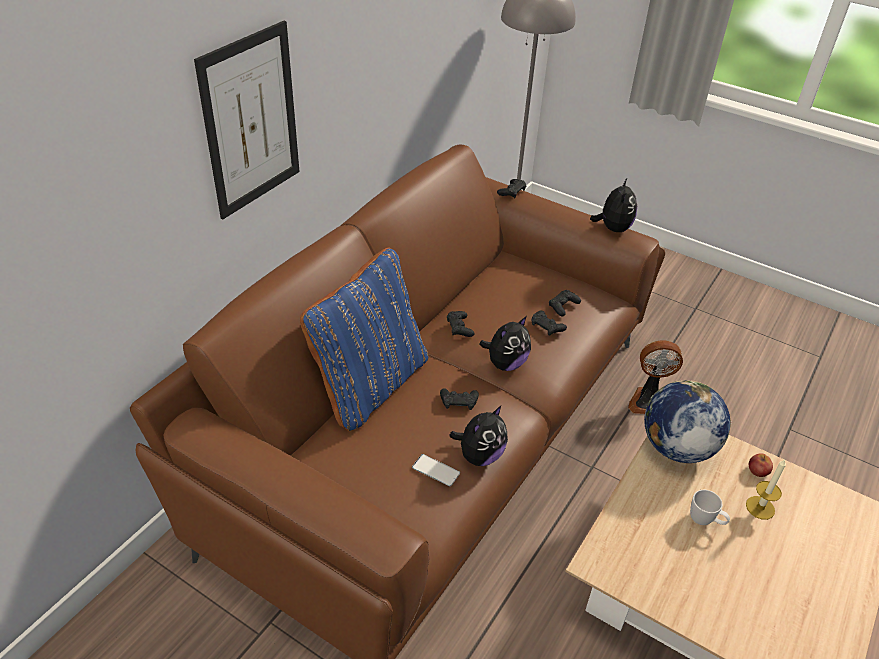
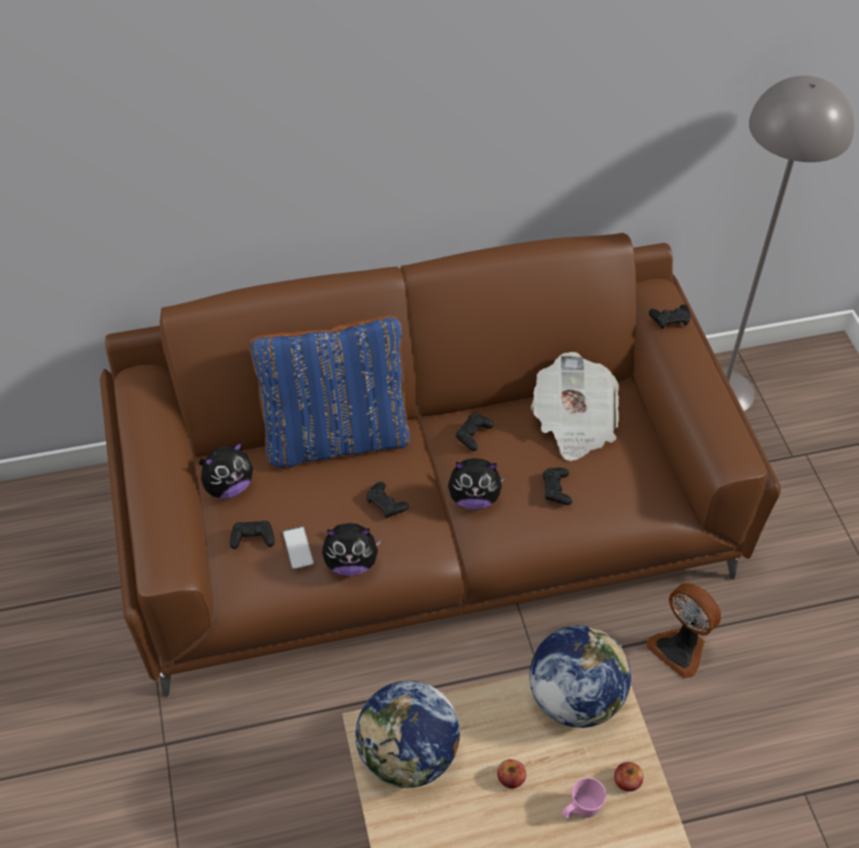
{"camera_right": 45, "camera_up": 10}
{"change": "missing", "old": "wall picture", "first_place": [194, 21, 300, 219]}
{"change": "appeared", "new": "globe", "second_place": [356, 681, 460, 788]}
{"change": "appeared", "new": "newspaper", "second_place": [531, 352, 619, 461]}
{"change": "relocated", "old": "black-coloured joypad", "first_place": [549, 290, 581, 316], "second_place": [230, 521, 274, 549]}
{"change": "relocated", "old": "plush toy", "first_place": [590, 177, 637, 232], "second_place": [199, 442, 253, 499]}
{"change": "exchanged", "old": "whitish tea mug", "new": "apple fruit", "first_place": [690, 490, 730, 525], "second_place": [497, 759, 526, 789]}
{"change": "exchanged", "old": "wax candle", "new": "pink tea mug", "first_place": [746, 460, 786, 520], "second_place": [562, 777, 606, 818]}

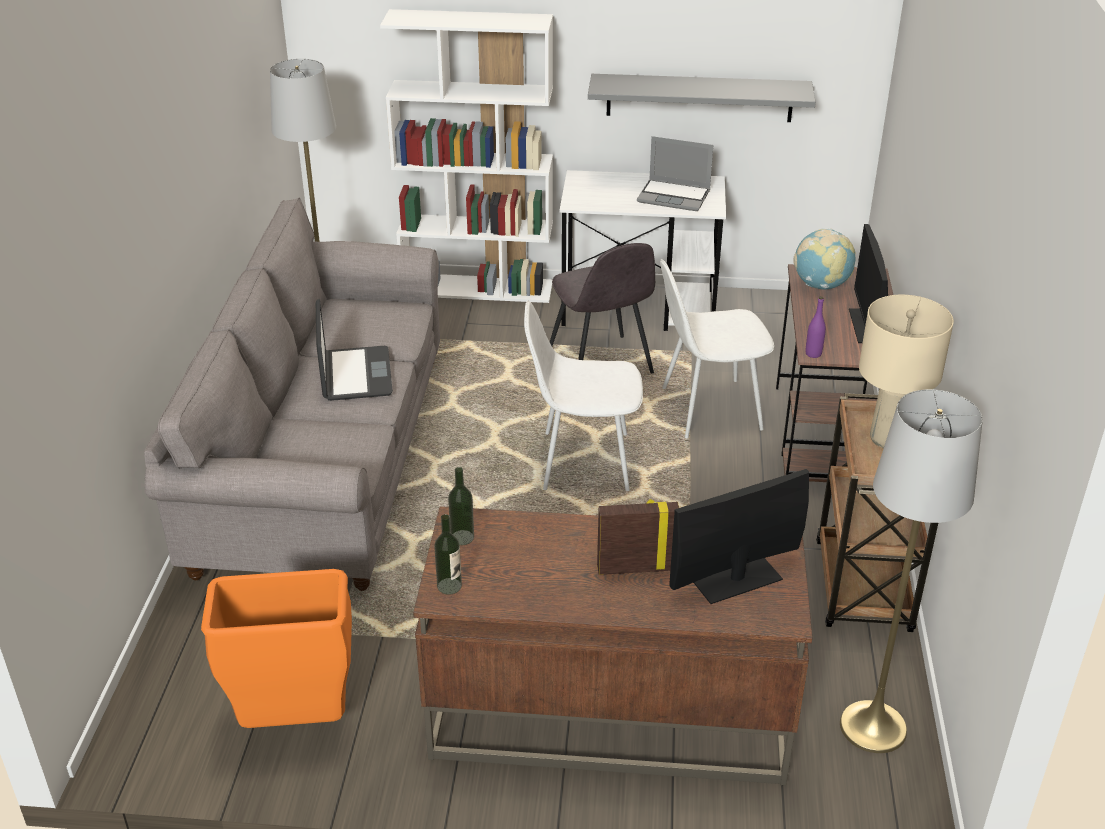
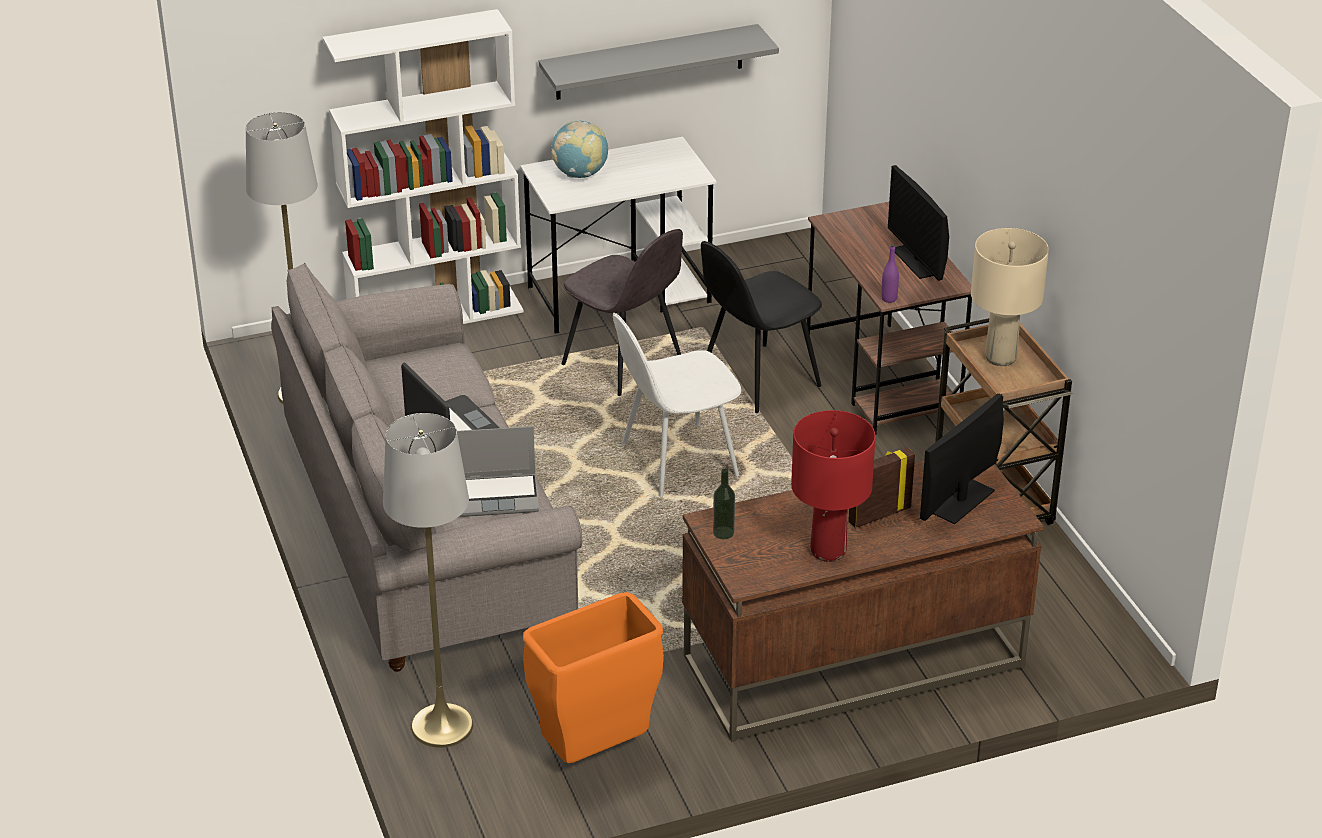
{"camera_right": -25, "camera_up": 0}
{"change": "missing", "old": "drink bottle", "first_place": [434, 514, 462, 595]}
{"change": "appeared", "new": "red table lamp", "second_place": [791, 410, 876, 562]}
{"change": "relocated", "old": "portable computer", "first_place": [637, 136, 713, 211], "second_place": [457, 426, 539, 517]}
{"change": "relocated", "old": "globe", "first_place": [793, 229, 856, 290], "second_place": [551, 120, 608, 178]}
{"change": "relocated", "old": "grey standing lamp", "first_place": [840, 389, 983, 753], "second_place": [383, 413, 473, 748]}
{"change": "colour", "old": "whitish chair", "new": "black-coloured chair", "first_place": [660, 259, 774, 439], "second_place": [701, 241, 822, 413]}

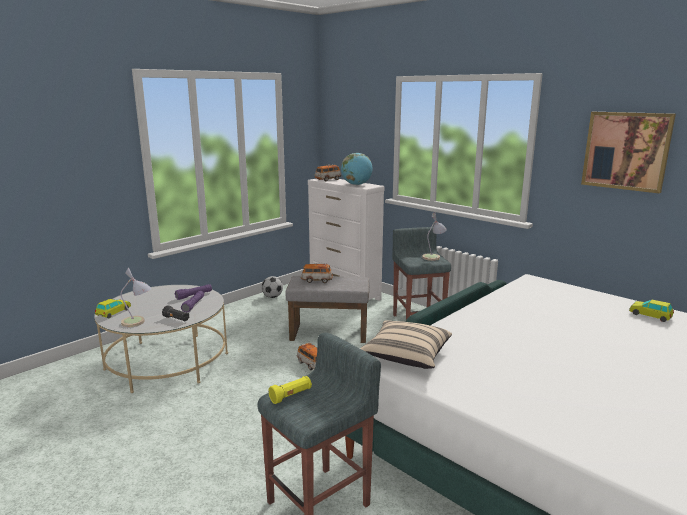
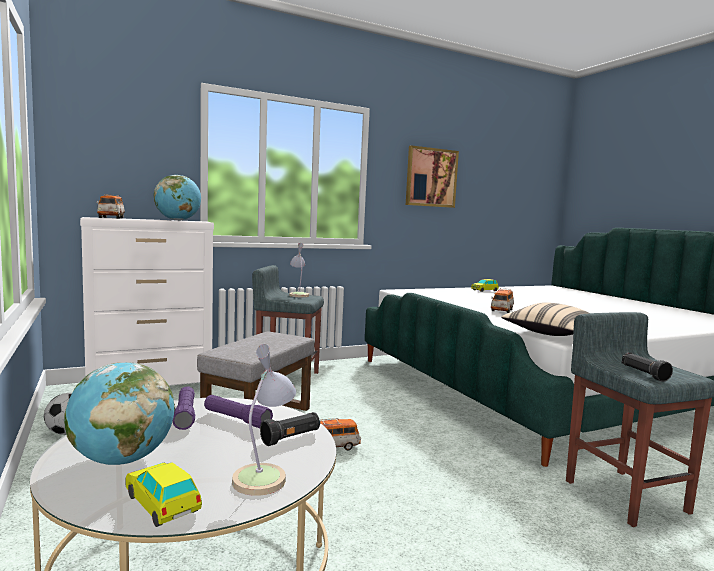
{"camera_right": -70, "camera_up": -10}
{"change": "appeared", "new": "globe", "second_place": [64, 362, 175, 465]}
{"change": "relocated", "old": "miniature car", "first_place": [301, 263, 333, 283], "second_place": [491, 288, 514, 313]}
{"change": "colour", "old": "yellowish torch", "new": "black-coloured torch", "first_place": [268, 376, 312, 404], "second_place": [622, 352, 673, 382]}

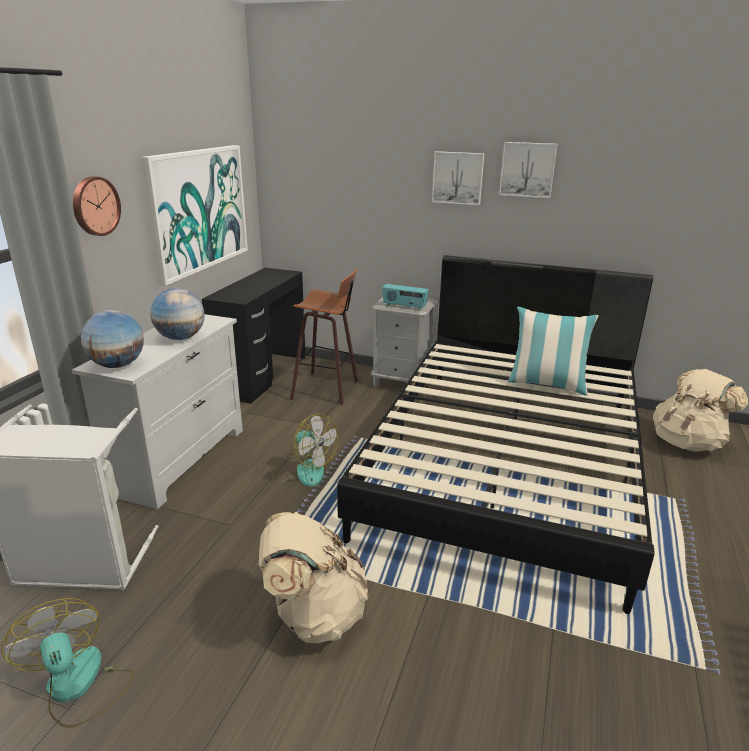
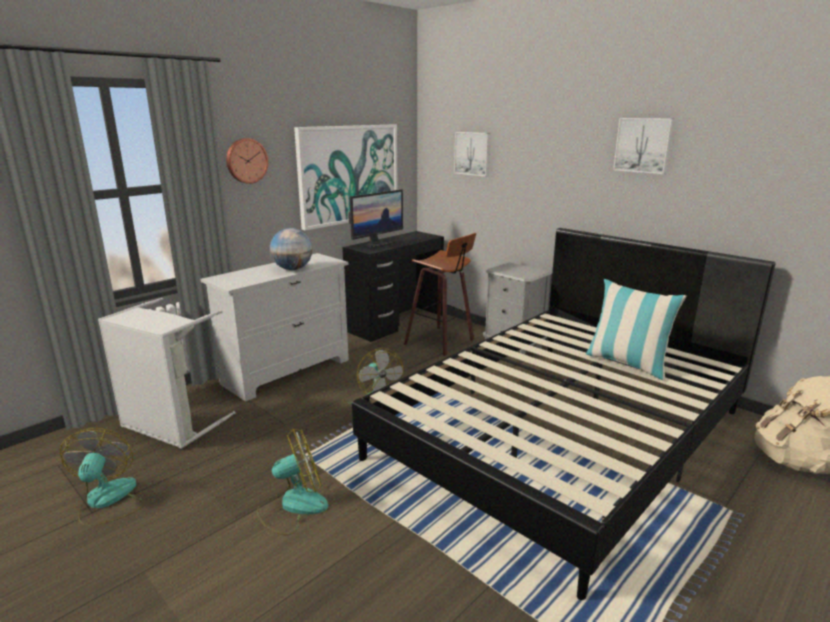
{"camera_right": 25, "camera_up": -5}
{"change": "missing", "old": "globe", "first_place": [81, 310, 144, 368]}
{"change": "missing", "old": "radio", "first_place": [382, 284, 429, 310]}
{"change": "appeared", "new": "monitor", "second_place": [348, 189, 403, 248]}
{"change": "relocated", "old": "wall picture", "first_place": [432, 151, 485, 205], "second_place": [454, 132, 491, 177]}
{"change": "exchanged", "old": "beige rucksack", "new": "fan", "first_place": [259, 512, 369, 643], "second_place": [257, 429, 328, 535]}

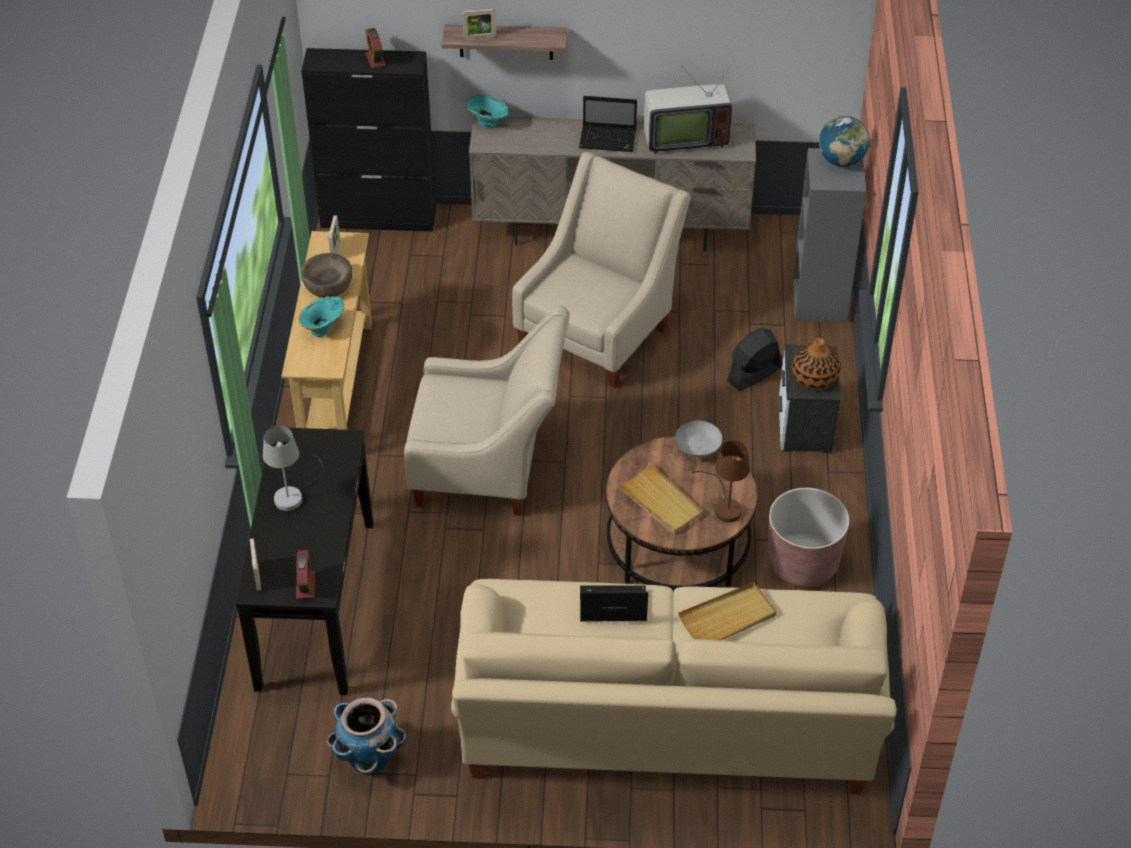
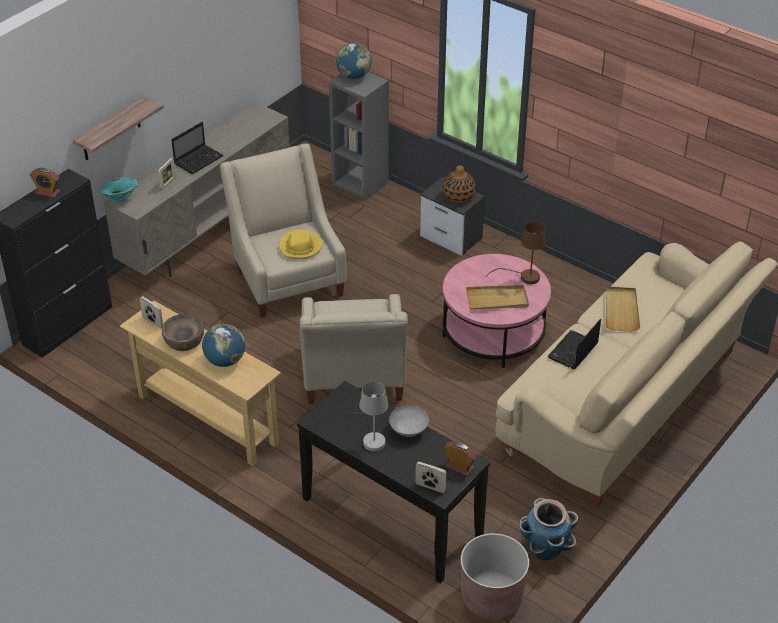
{"camera_right": -55, "camera_up": -5}
{"change": "missing", "old": "TV", "first_place": [644, 59, 736, 154]}
{"change": "missing", "old": "black-coloured fan", "first_place": [727, 328, 782, 391]}
{"change": "appeared", "new": "yellowish hat", "second_place": [279, 229, 322, 259]}
{"change": "relocated", "old": "standing frame", "first_place": [462, 8, 496, 40], "second_place": [158, 158, 176, 190]}
{"change": "relocated", "old": "grey deep dish", "first_place": [675, 421, 722, 458], "second_place": [389, 405, 429, 436]}
{"change": "relocated", "old": "brownish flower pot", "first_place": [767, 488, 849, 587], "second_place": [461, 533, 529, 620]}
{"change": "exchanged", "old": "blue-green decorative vase", "new": "globe", "first_place": [298, 296, 344, 337], "second_place": [202, 324, 245, 367]}
{"change": "colour", "old": "brownish lounge table", "new": "pink lounge table", "first_place": [606, 436, 758, 591], "second_place": [443, 254, 551, 368]}
{"change": "spun", "old": "beige lounge chair", "first_place": [404, 305, 570, 516], "second_place": [300, 294, 408, 404], "degrees": 135}

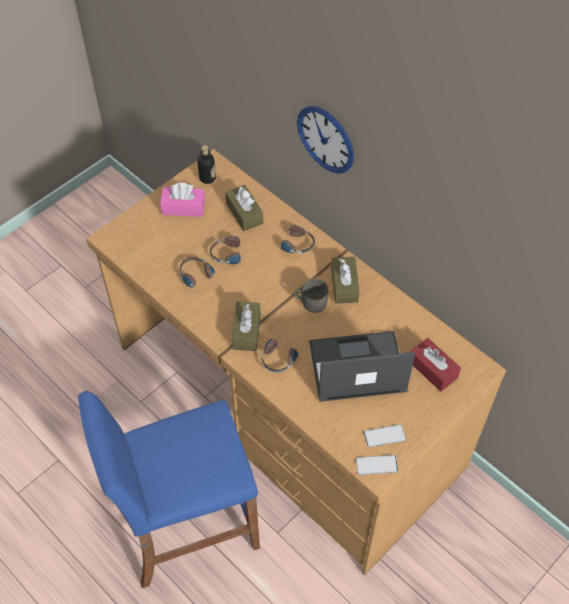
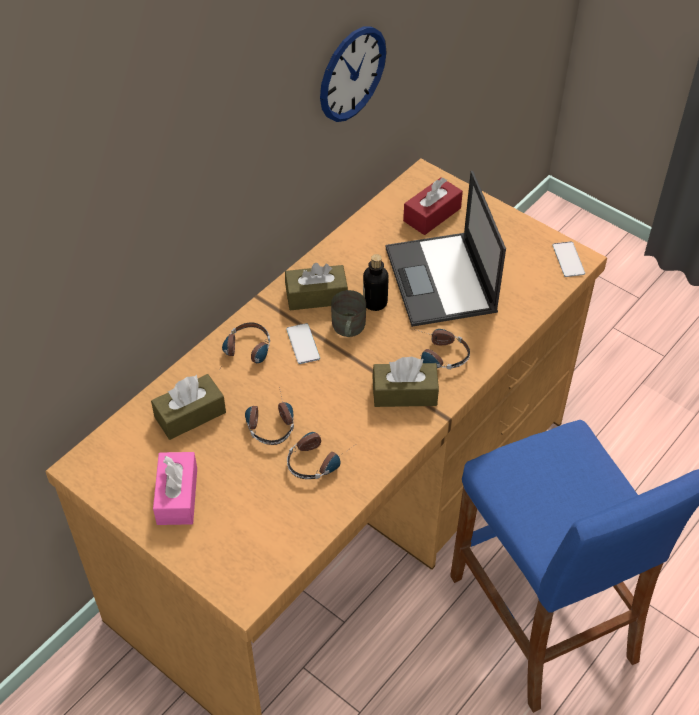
{"camera_right": -95, "camera_up": -5}
{"change": "relocated", "old": "drink bottle", "first_place": [197, 145, 216, 184], "second_place": [363, 254, 388, 311]}
{"change": "relocated", "old": "clock on the wall", "first_place": [297, 106, 354, 174], "second_place": [320, 26, 387, 122]}
{"change": "relocated", "old": "phone", "first_place": [364, 424, 406, 447], "second_place": [286, 323, 320, 364]}

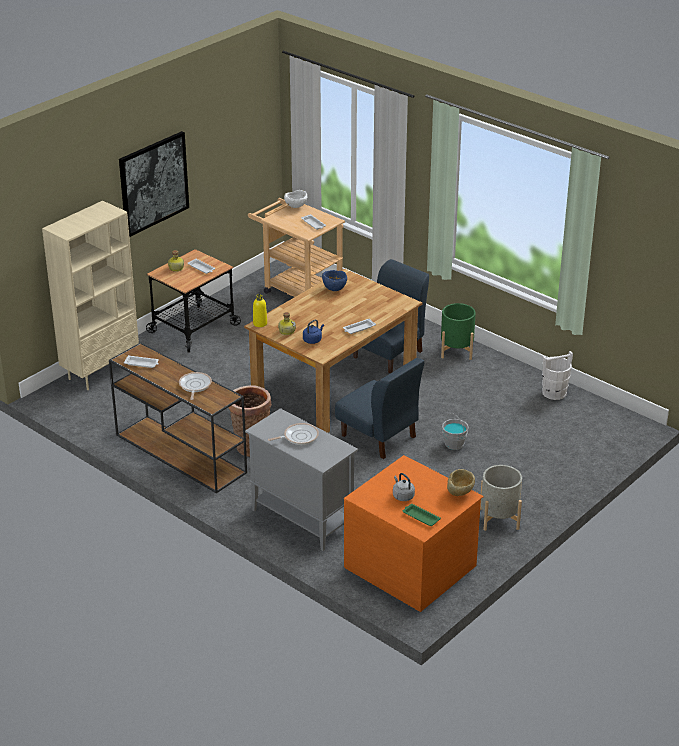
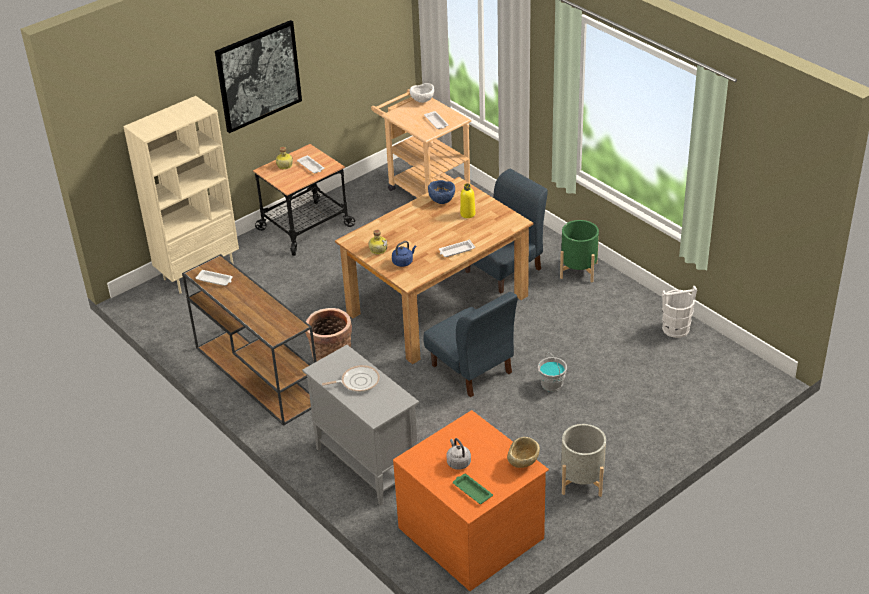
{"camera_right": 10, "camera_up": 5}
{"change": "missing", "old": "pan", "first_place": [179, 372, 212, 400]}
{"change": "relocated", "old": "yellowish drink bottle", "first_place": [253, 294, 267, 327], "second_place": [460, 183, 475, 218]}

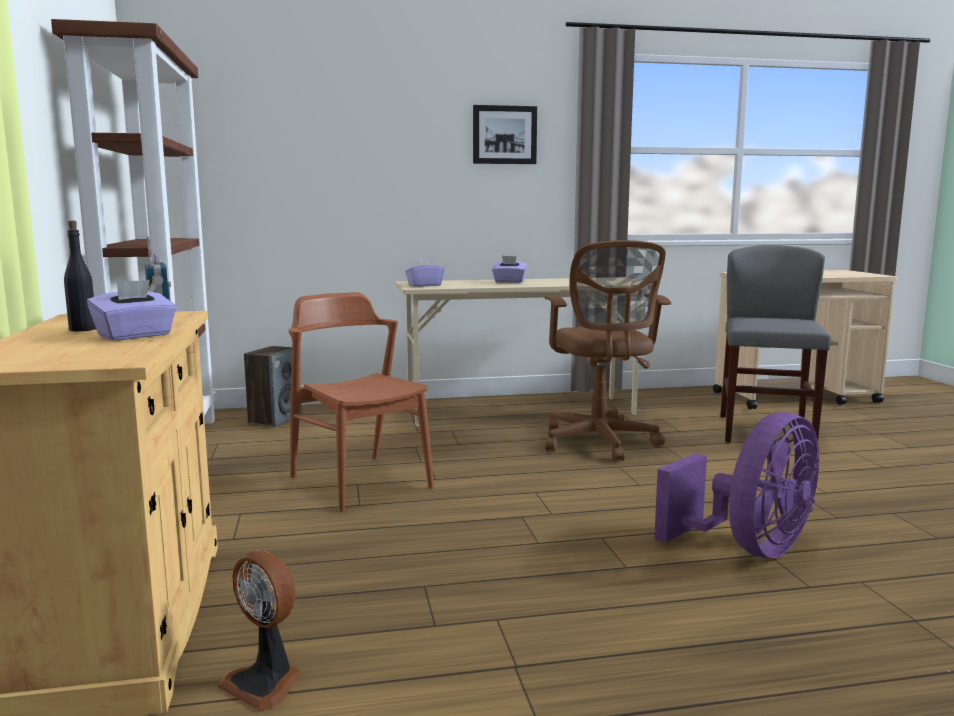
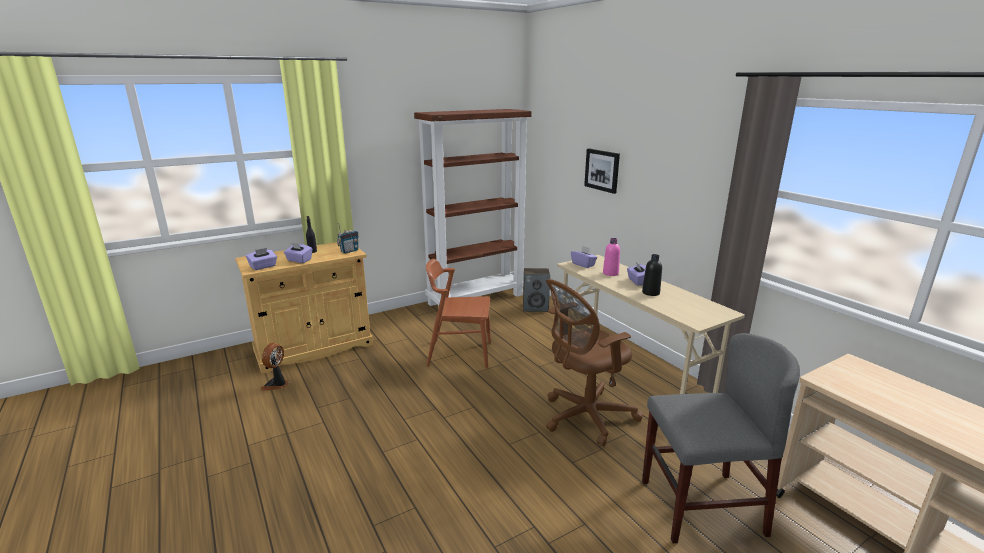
{"camera_right": 70, "camera_up": 10}
{"change": "missing", "old": "purplish fan", "first_place": [654, 412, 819, 558]}
{"change": "appeared", "new": "purplish box of tissues", "second_place": [246, 248, 277, 270]}
{"change": "appeared", "new": "pink drink bottle", "second_place": [603, 238, 620, 276]}
{"change": "appeared", "new": "black-coloured drink bottle", "second_place": [642, 254, 662, 296]}
{"change": "relocated", "old": "wall picture", "first_place": [473, 105, 537, 164], "second_place": [584, 149, 620, 194]}
{"change": "spun", "old": "brownish chair", "first_place": [288, 292, 434, 512], "second_place": [426, 259, 491, 369], "degrees": -120}

